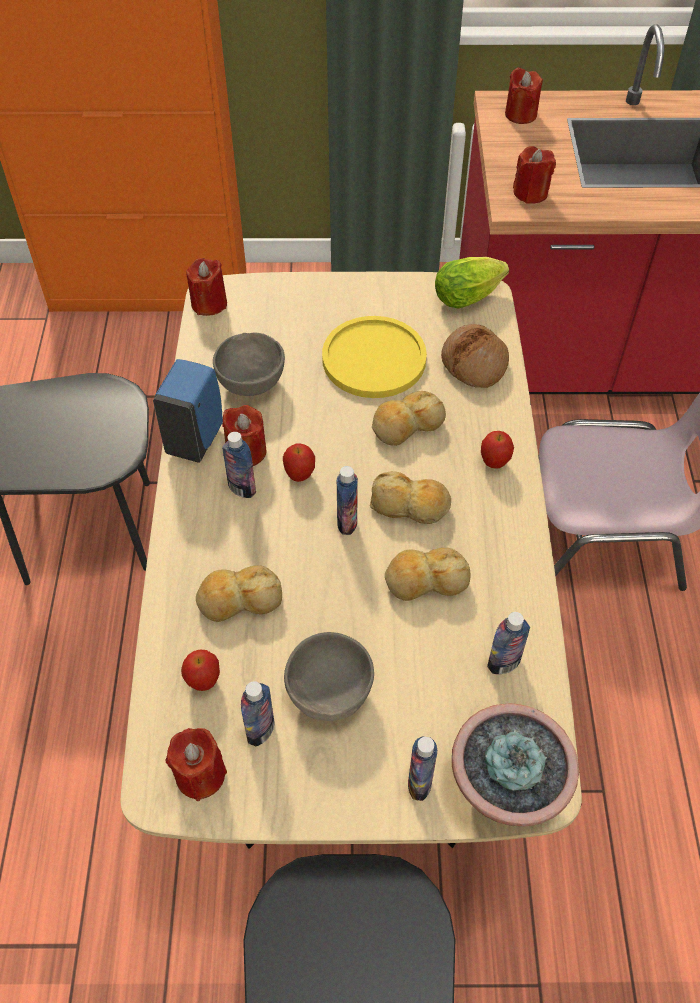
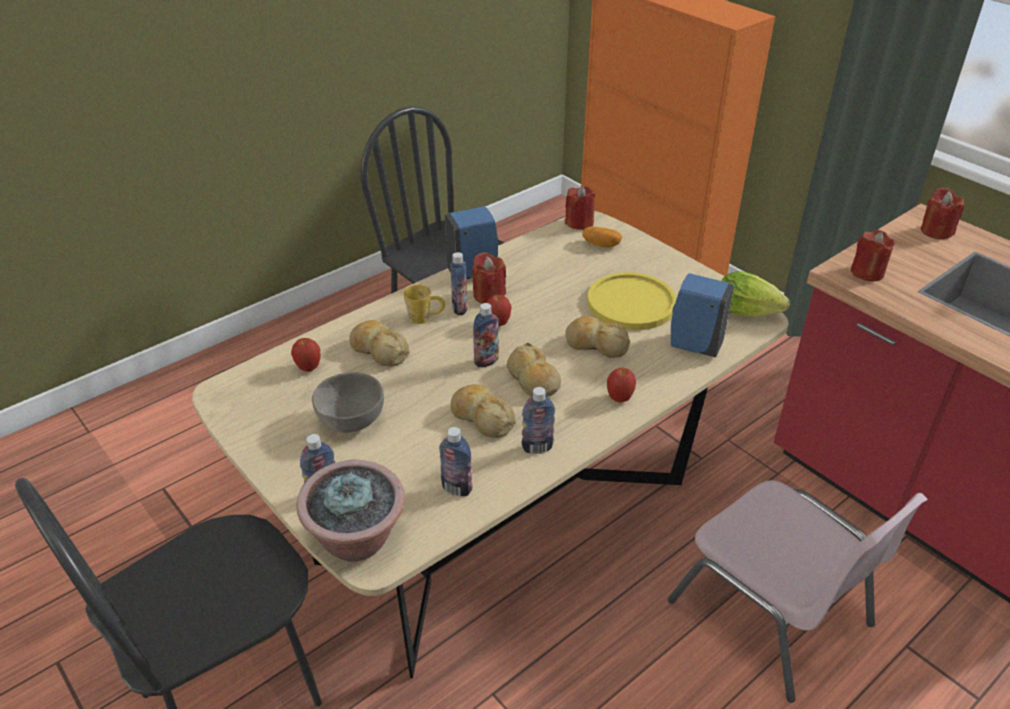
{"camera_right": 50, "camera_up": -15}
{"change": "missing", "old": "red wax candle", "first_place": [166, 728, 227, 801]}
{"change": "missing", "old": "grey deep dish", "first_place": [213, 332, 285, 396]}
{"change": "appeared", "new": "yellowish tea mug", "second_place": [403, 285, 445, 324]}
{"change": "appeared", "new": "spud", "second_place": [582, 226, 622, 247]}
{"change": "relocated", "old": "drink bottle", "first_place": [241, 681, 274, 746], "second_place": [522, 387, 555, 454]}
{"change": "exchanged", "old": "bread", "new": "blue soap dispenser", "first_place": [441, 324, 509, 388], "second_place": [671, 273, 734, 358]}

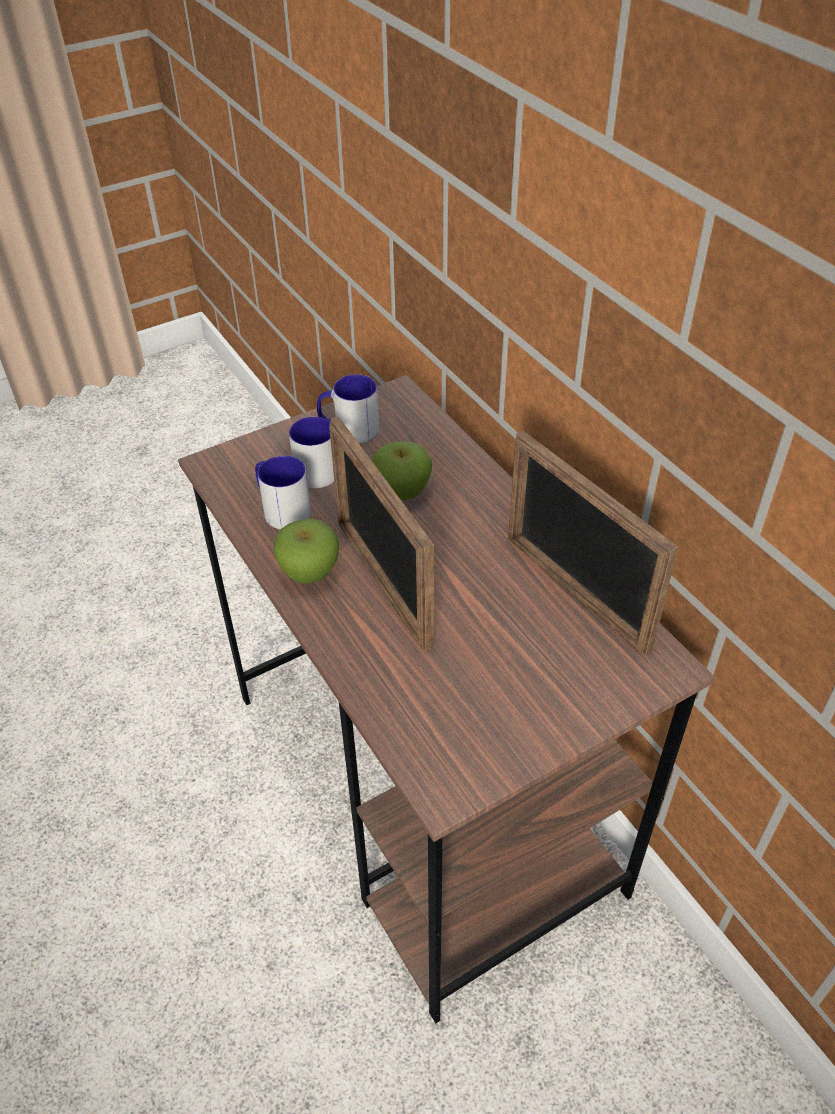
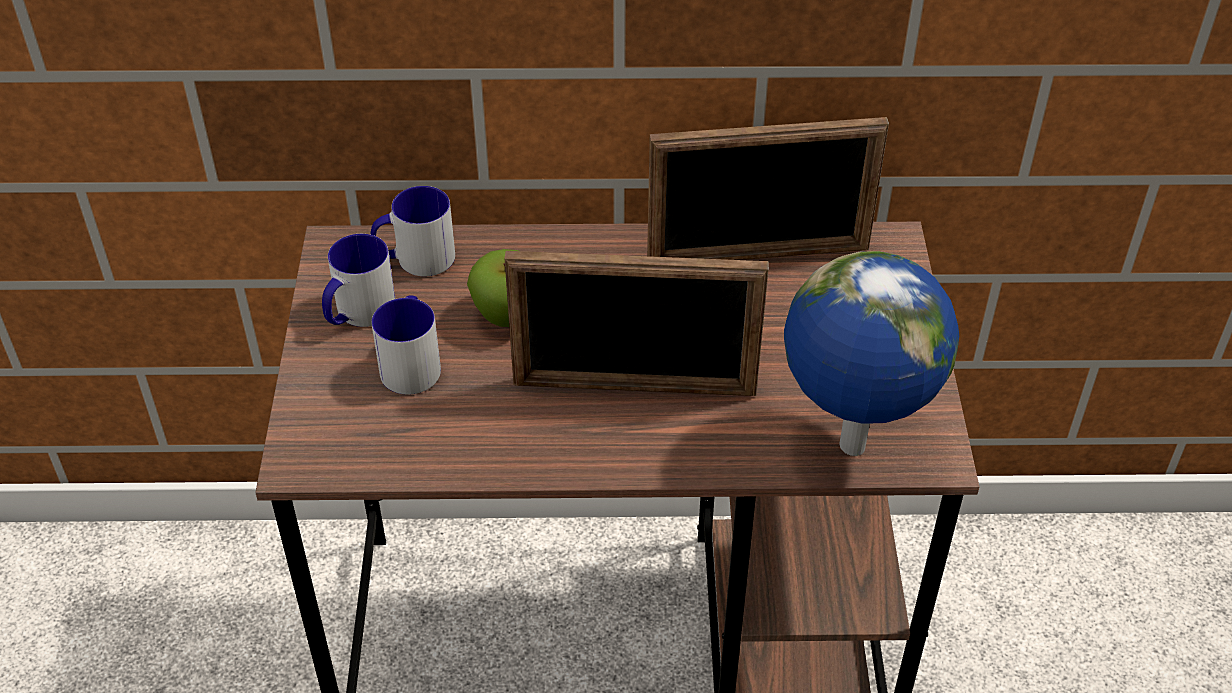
{"camera_right": -60, "camera_up": 0}
{"change": "missing", "old": "apple fruit", "first_place": [273, 518, 339, 584]}
{"change": "appeared", "new": "globe", "second_place": [784, 251, 959, 456]}
{"change": "relocated", "old": "tea mug", "first_place": [255, 456, 311, 529], "second_place": [371, 186, 455, 276]}

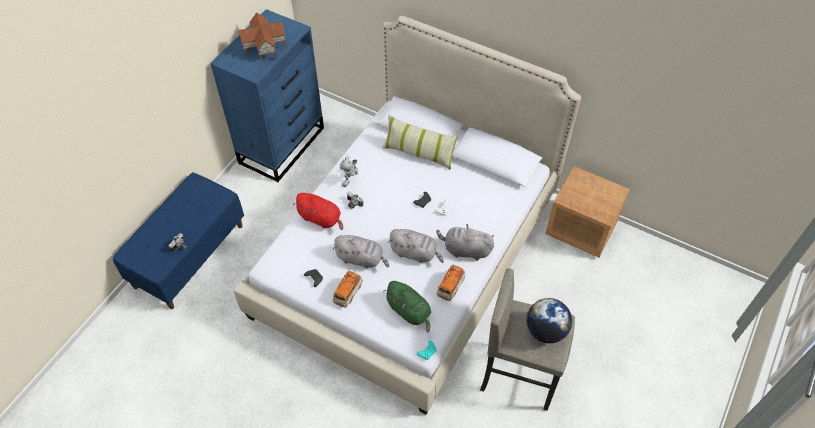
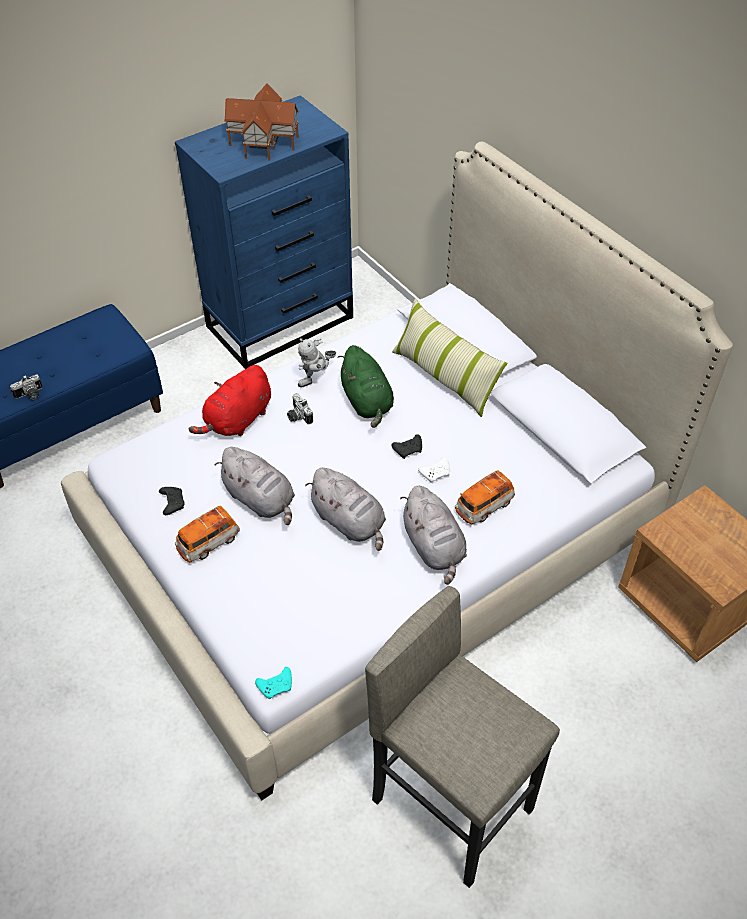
{"camera_right": 25, "camera_up": -5}
{"change": "missing", "old": "globe", "first_place": [527, 298, 572, 343]}
{"change": "relocated", "old": "greenish plush toy", "first_place": [383, 281, 431, 332], "second_place": [337, 345, 394, 428]}
{"change": "relocated", "old": "miniature car", "first_place": [437, 265, 465, 301], "second_place": [455, 470, 515, 525]}
{"change": "spun", "old": "red plush toy", "first_place": [293, 193, 343, 230], "second_place": [189, 365, 271, 436], "degrees": 75}
{"change": "spun", "old": "grey plush toy", "first_place": [436, 224, 494, 261], "second_place": [400, 486, 467, 585], "degrees": -150}

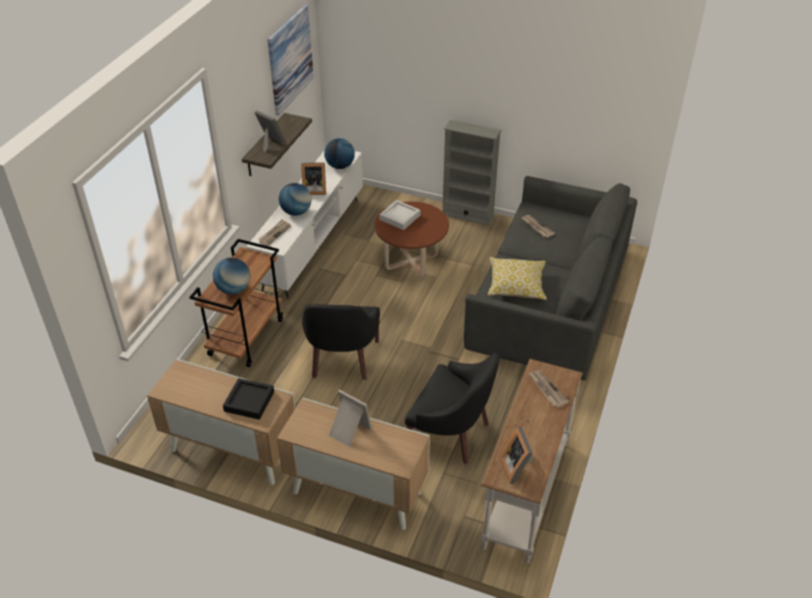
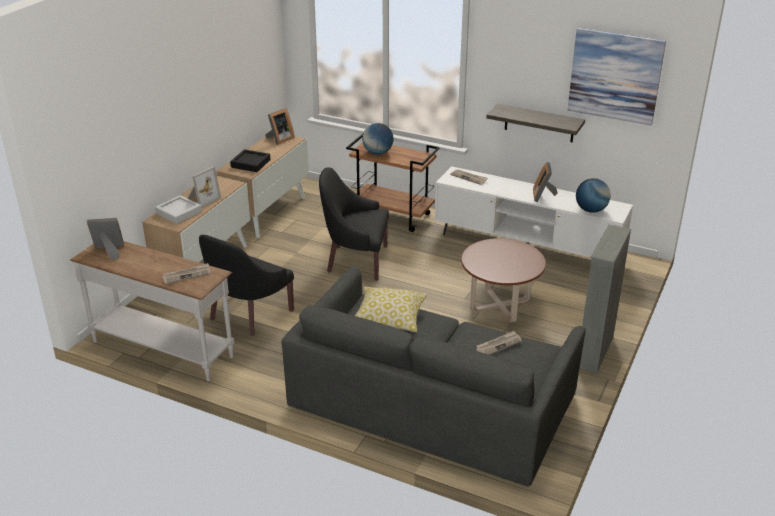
{"camera_right": 95, "camera_up": -10}
{"change": "missing", "old": "globe", "first_place": [279, 183, 312, 216]}
{"change": "relocated", "old": "standing frame", "first_place": [255, 111, 286, 153], "second_place": [265, 108, 295, 145]}
{"change": "relocated", "old": "grey carrying tray", "first_place": [379, 200, 420, 230], "second_place": [155, 195, 202, 224]}

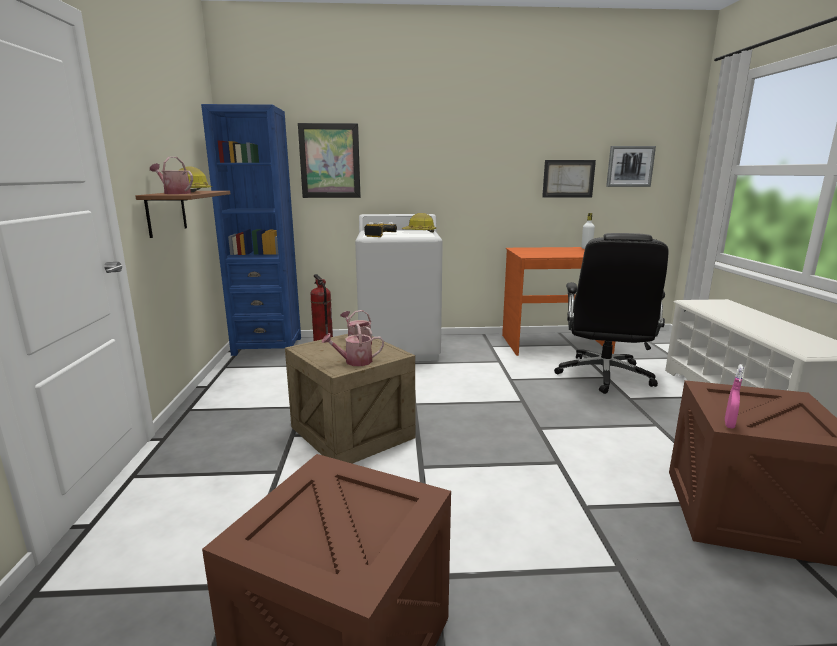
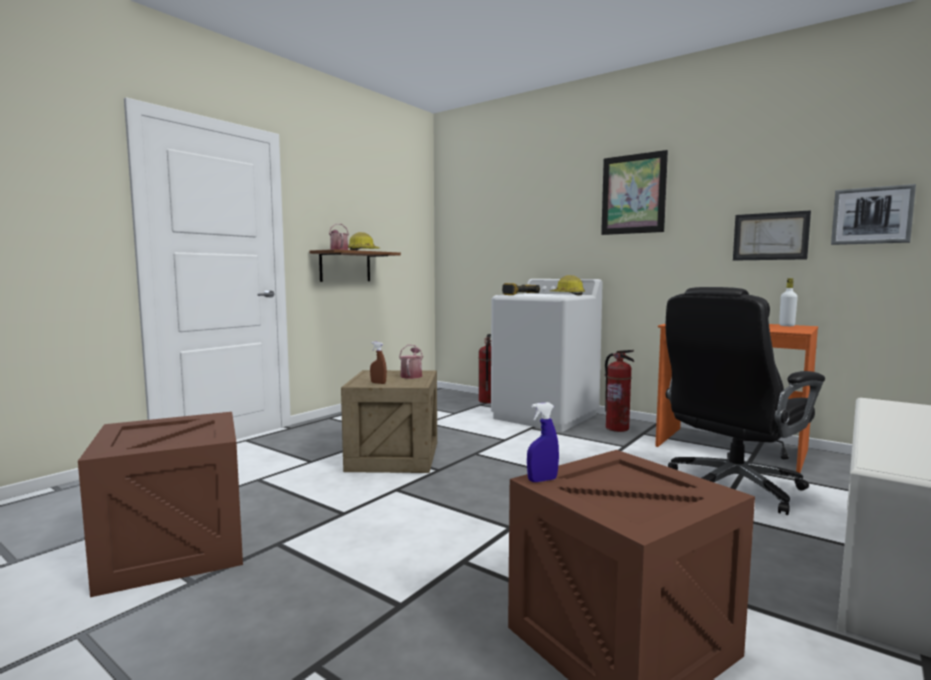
{"camera_right": 40, "camera_up": -10}
{"change": "missing", "old": "blue bookshelf", "first_place": [201, 104, 301, 356]}
{"change": "appeared", "new": "extinguisher", "second_place": [605, 350, 634, 432]}
{"change": "relocated", "old": "wall picture", "first_place": [298, 123, 361, 198], "second_place": [601, 150, 668, 235]}
{"change": "exchanged", "old": "watering pot", "new": "brownish hand sprayer", "first_place": [321, 323, 384, 366], "second_place": [370, 342, 387, 384]}
{"change": "colour", "old": "pink hand sprayer", "new": "blue hand sprayer", "first_place": [725, 364, 744, 429], "second_place": [527, 402, 559, 482]}

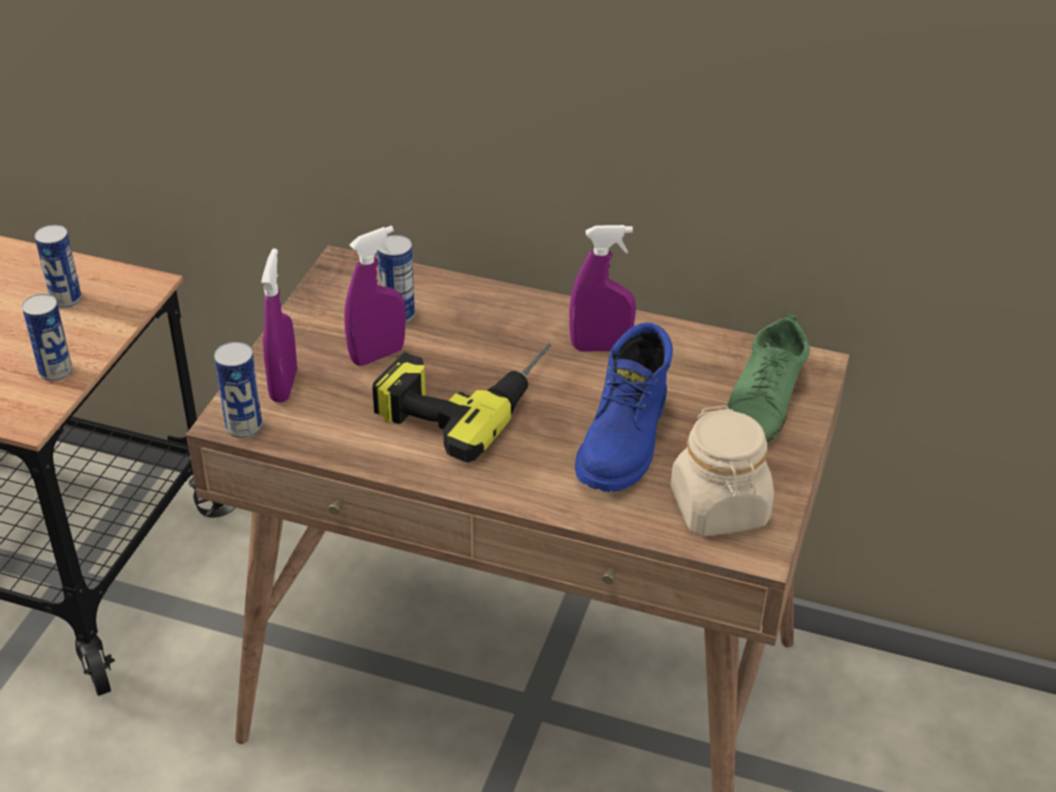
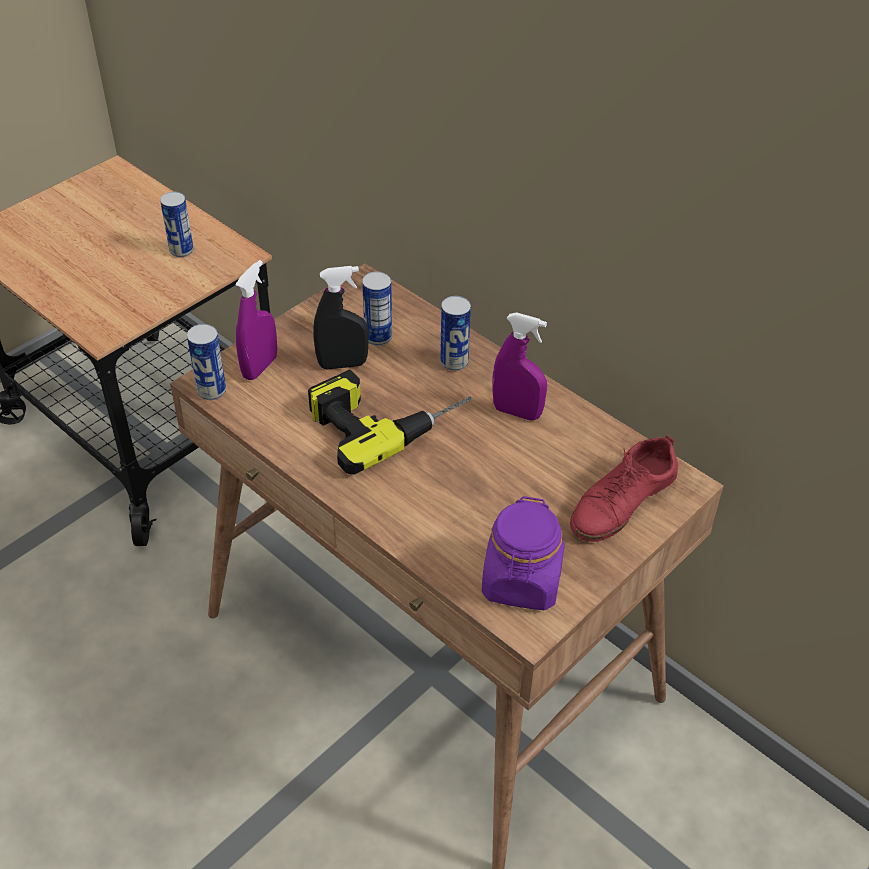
{"camera_right": 25, "camera_up": 5}
{"change": "missing", "old": "blue boot", "first_place": [575, 322, 673, 492]}
{"change": "relocated", "old": "sealed can", "first_place": [22, 294, 72, 381], "second_place": [440, 296, 471, 371]}
{"change": "colour", "old": "purplish hand sprayer", "new": "black-coloured hand sprayer", "first_place": [344, 226, 406, 365], "second_place": [314, 266, 369, 369]}
{"change": "colour", "old": "beige jar", "new": "purplish jar", "first_place": [670, 405, 774, 536], "second_place": [482, 496, 565, 610]}
{"change": "colour", "old": "greenish item of footwear", "new": "red item of footwear", "first_place": [727, 314, 810, 445], "second_place": [570, 435, 678, 542]}

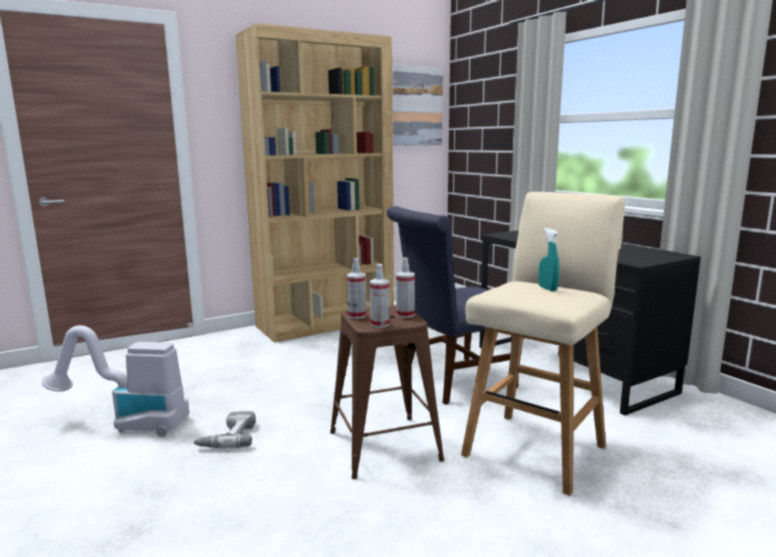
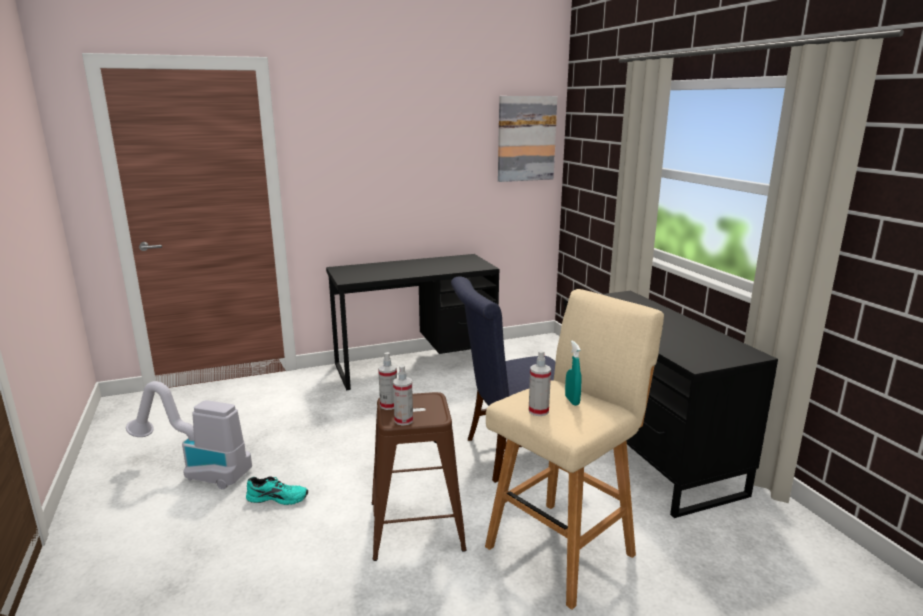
{"camera_right": 10, "camera_up": 5}
{"change": "relocated", "old": "hand sprayer", "first_place": [396, 258, 415, 318], "second_place": [529, 350, 551, 416]}
{"change": "exchanged", "old": "power drill", "new": "blue-green item of footwear", "first_place": [193, 411, 256, 448], "second_place": [246, 476, 308, 505]}
{"change": "exchanged", "old": "brownish bookshelf", "new": "black-coloured desk table", "first_place": [235, 23, 394, 342], "second_place": [326, 254, 499, 390]}

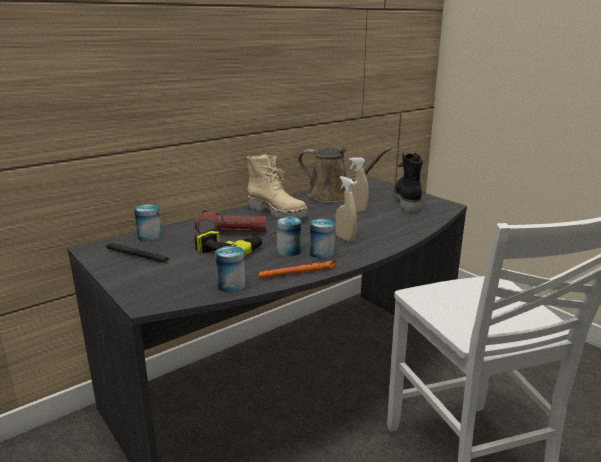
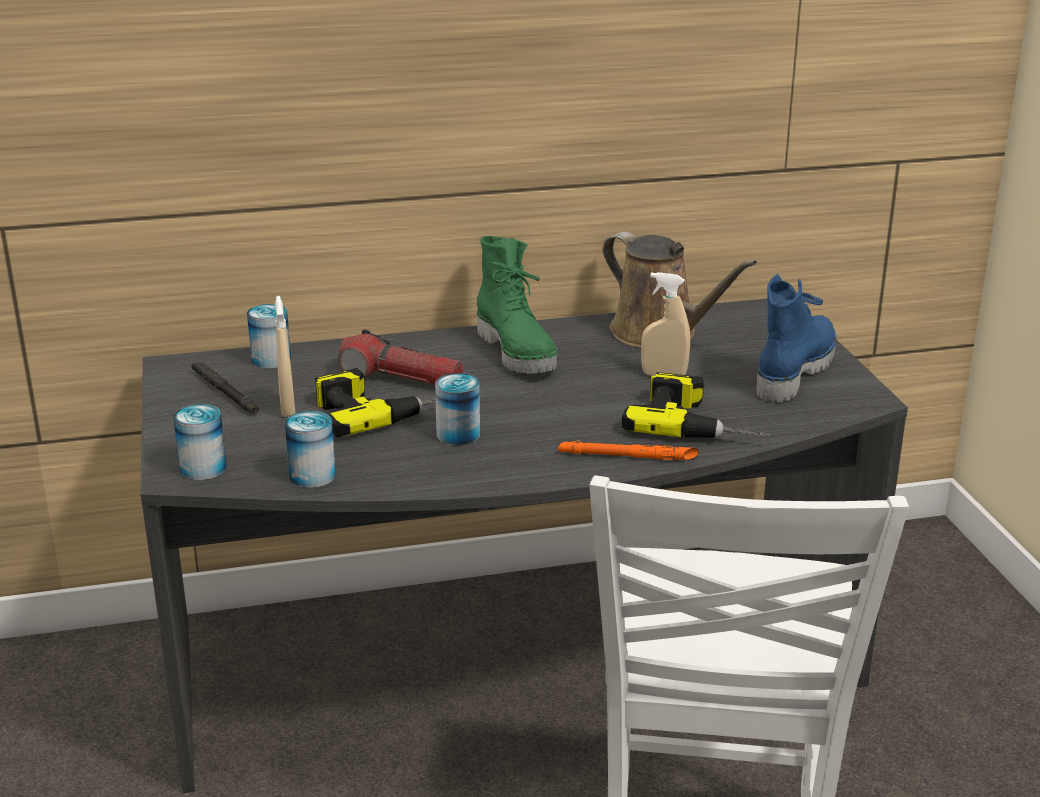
{"camera_right": 25, "camera_up": 5}
{"change": "appeared", "new": "power drill", "second_place": [622, 372, 770, 438]}
{"change": "relocated", "old": "orangey torch", "first_place": [258, 260, 336, 278], "second_place": [558, 440, 699, 460]}
{"change": "relocated", "old": "sealed can", "first_place": [310, 219, 335, 259], "second_place": [173, 404, 227, 480]}
{"change": "relocated", "old": "beige hand sprayer", "first_place": [336, 176, 357, 242], "second_place": [275, 296, 295, 417]}
{"change": "colour", "old": "beige boot", "new": "greenish boot", "first_place": [247, 154, 308, 219], "second_place": [477, 236, 557, 374]}
{"change": "colour", "old": "black-coloured boot", "new": "blue boot", "first_place": [394, 152, 423, 213], "second_place": [756, 274, 836, 402]}

